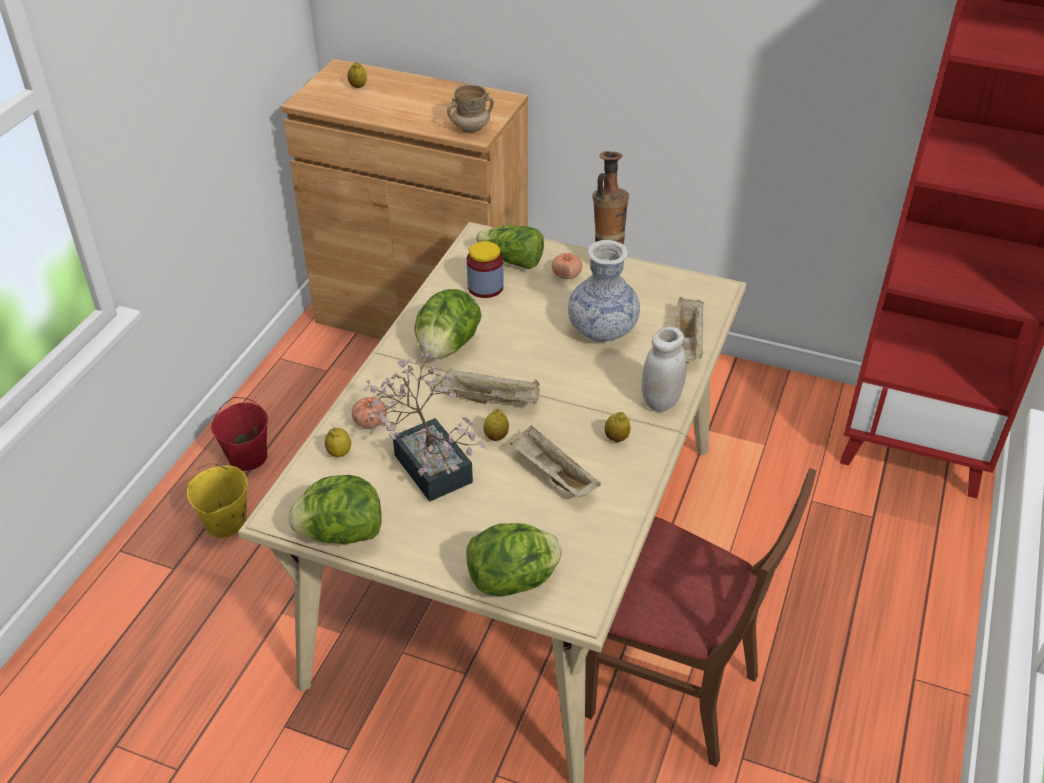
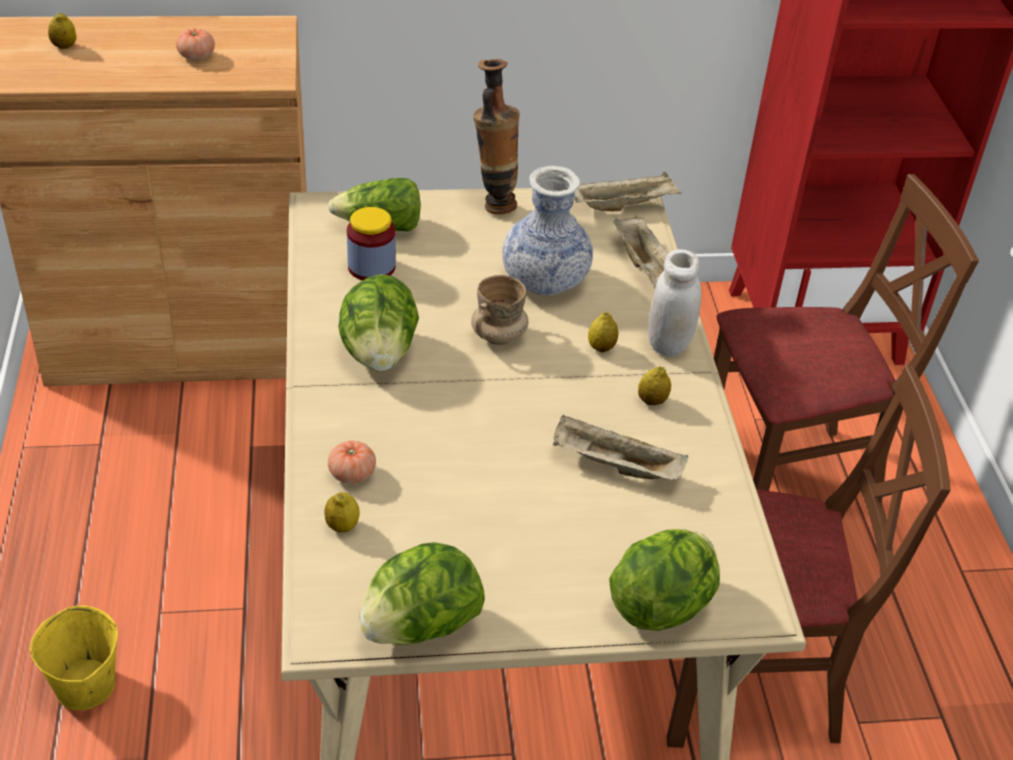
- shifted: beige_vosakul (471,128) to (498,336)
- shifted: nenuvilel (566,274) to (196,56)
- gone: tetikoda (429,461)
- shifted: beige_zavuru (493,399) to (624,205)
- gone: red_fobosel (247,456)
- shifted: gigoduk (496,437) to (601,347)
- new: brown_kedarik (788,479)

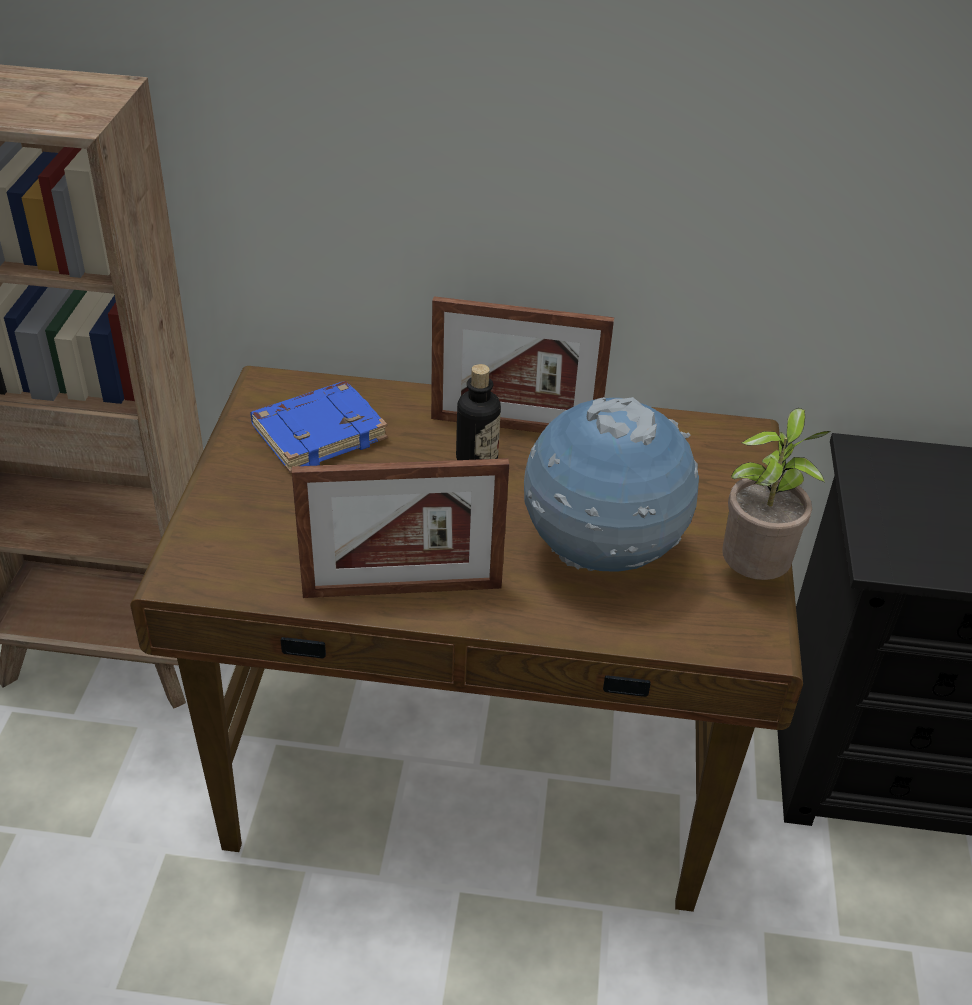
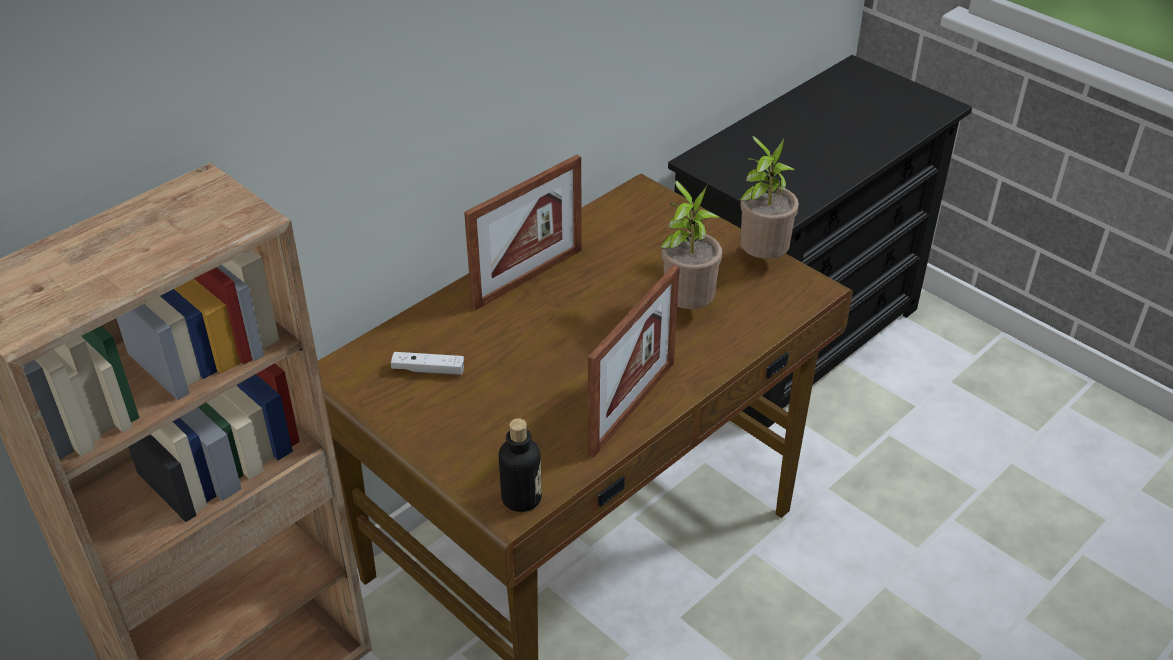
- shifted: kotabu (476,459) to (521,498)
- swapped: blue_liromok (319,432) to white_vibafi (428,370)
- swapped: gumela (600,555) to tetikoda (686,307)

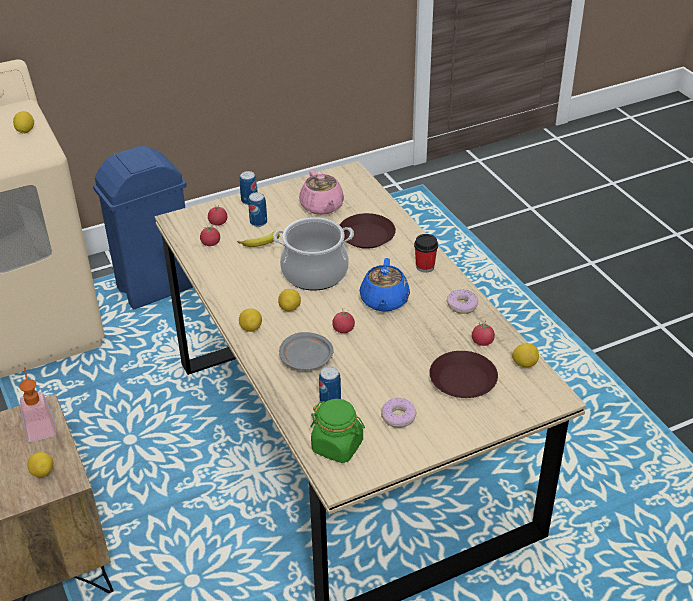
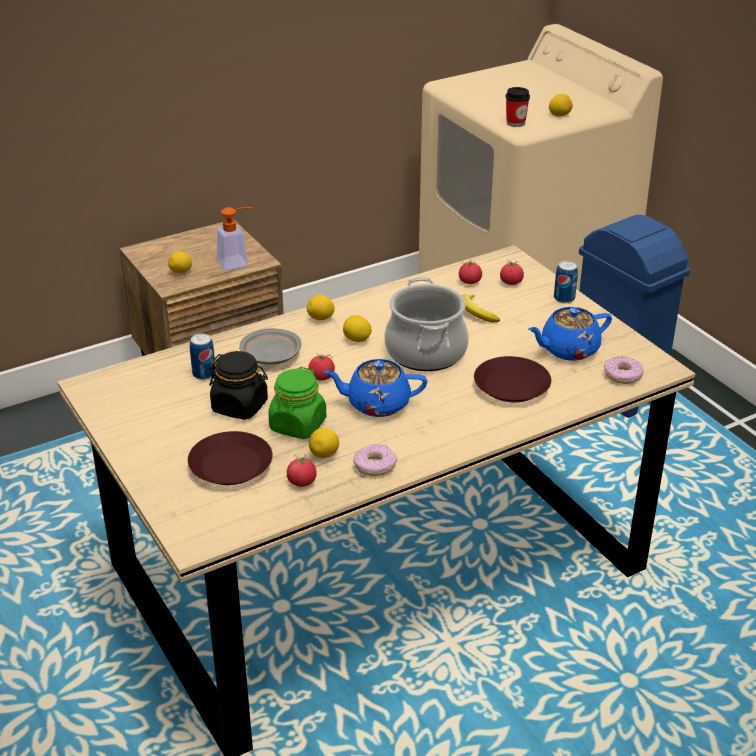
- repainted: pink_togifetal (322,206) to blue_togifetal (568,349)
- gone: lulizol (258,222)
- shifted: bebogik (425,266) to (515,123)
- shifted: gigoduk (524,364) to (324,455)
- shifted: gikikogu (398,417) to (623,375)
- shifted: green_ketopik (337,446) to (298,425)
- new: black_ketopik (240,406)

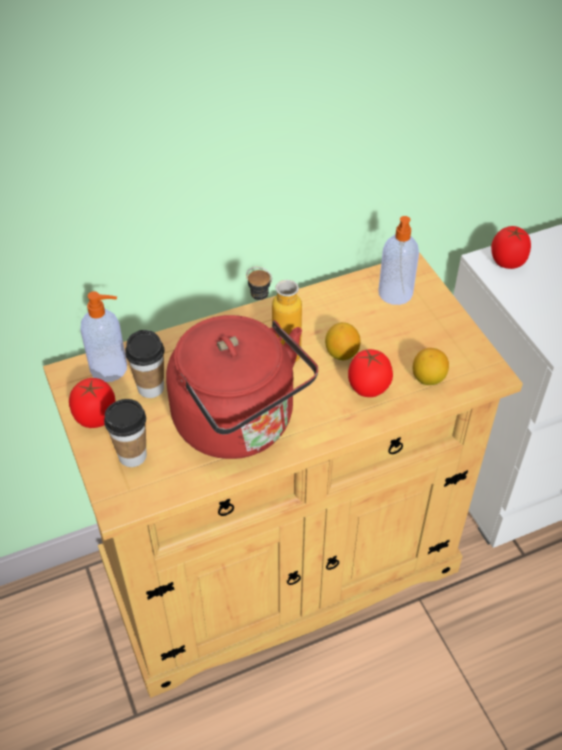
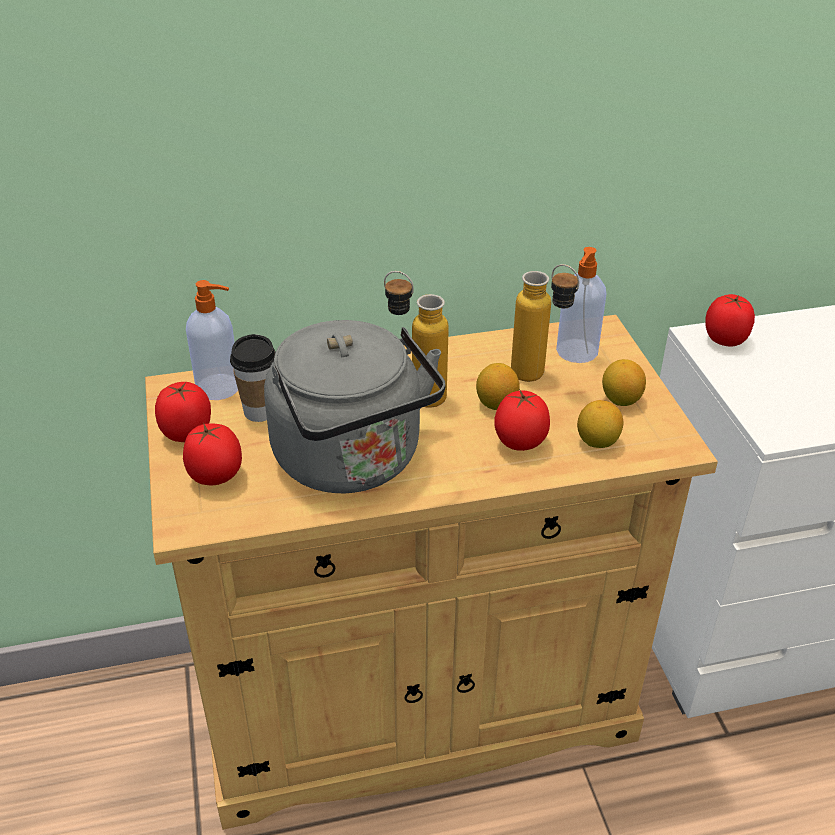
- repainted: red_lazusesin (240,425) to grey_lazusesin (353,462)
- swapped: bebogik (132,456) to nenuvilel (216,477)
- new: kotabu (539,378)
- new: gigoduk (620,400)

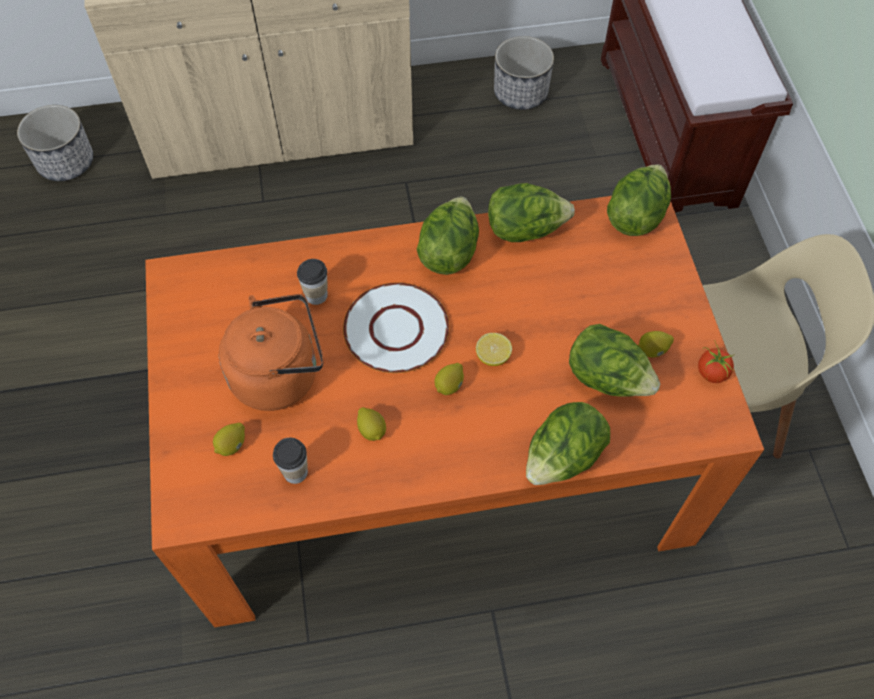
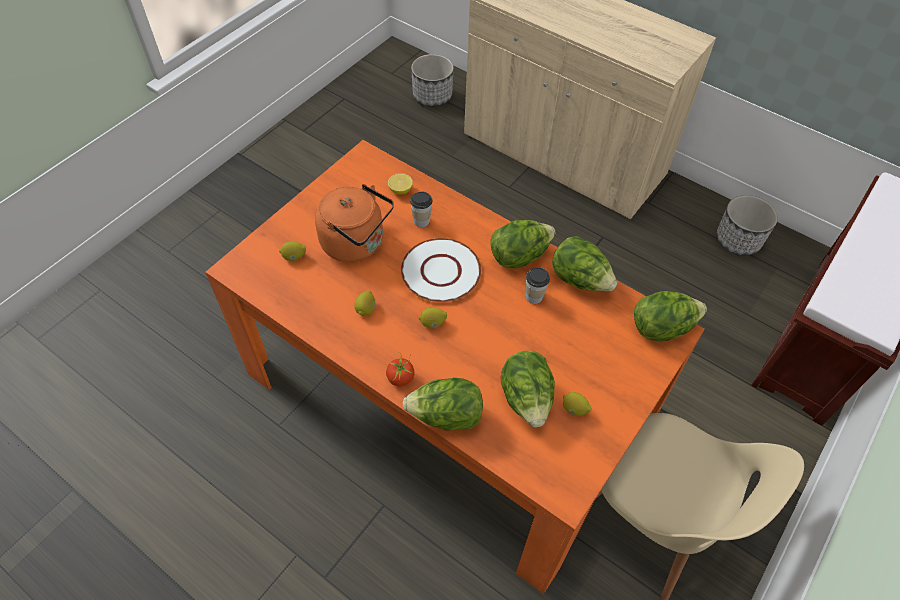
- shifted: gigoduk (493,356) to (400,190)
- shifted: nenuvilel (711,373) to (400,378)
- shifted: bebogik (295,472) to (534,297)

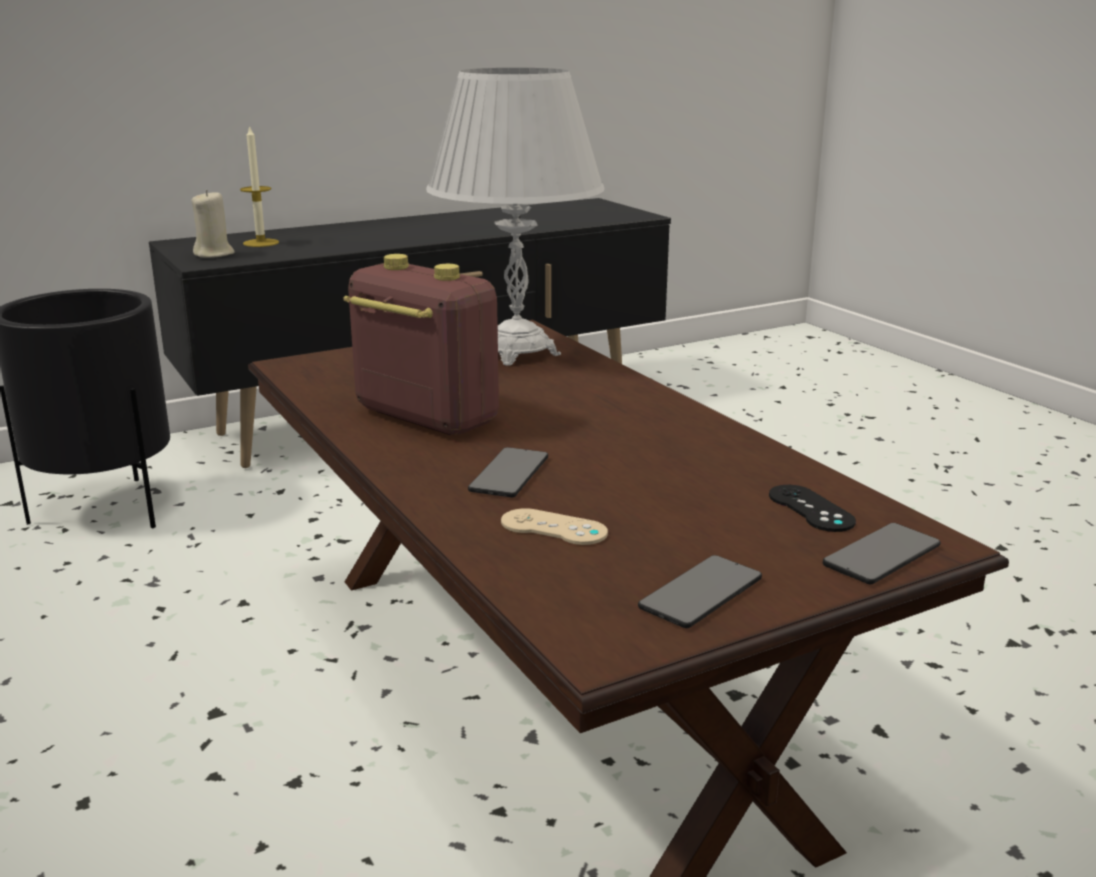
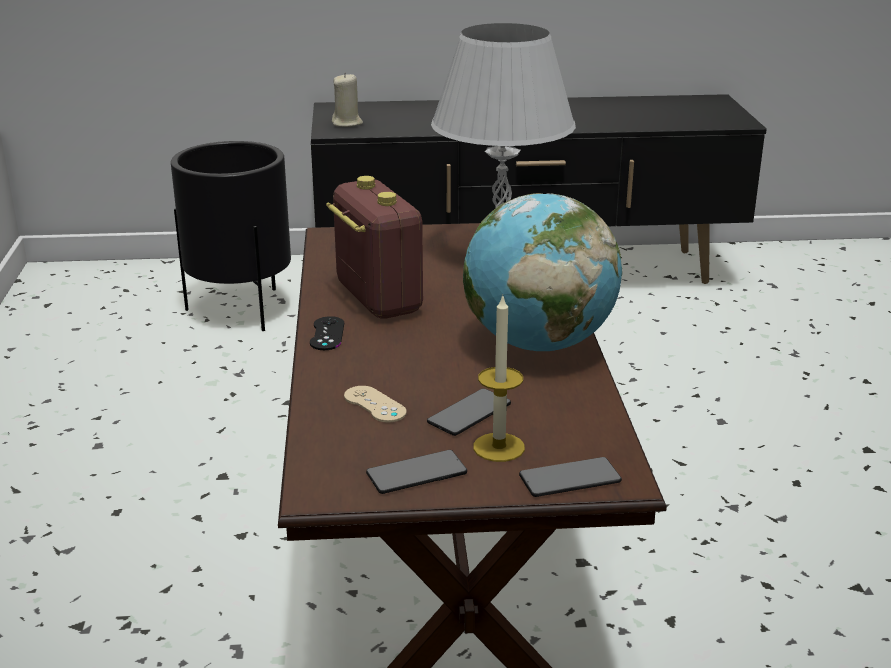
- shifted: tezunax (261,243) to (499,447)
- shifted: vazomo (509,474) to (469,414)
- shifted: black_vibafi (810,509) to (327,334)
- new: gumela (538,344)

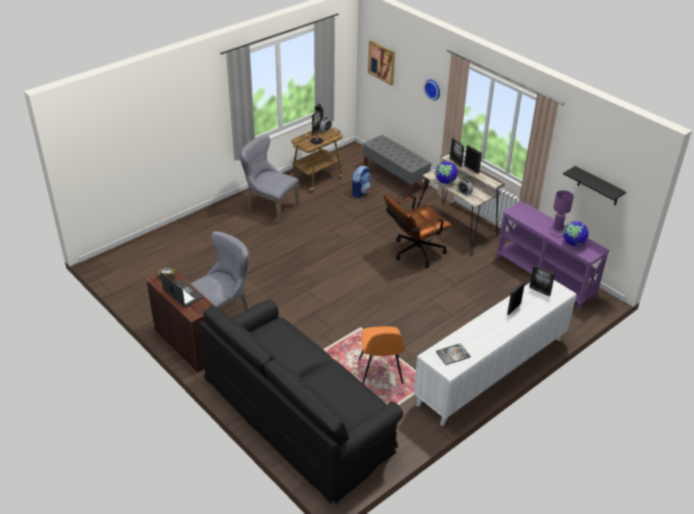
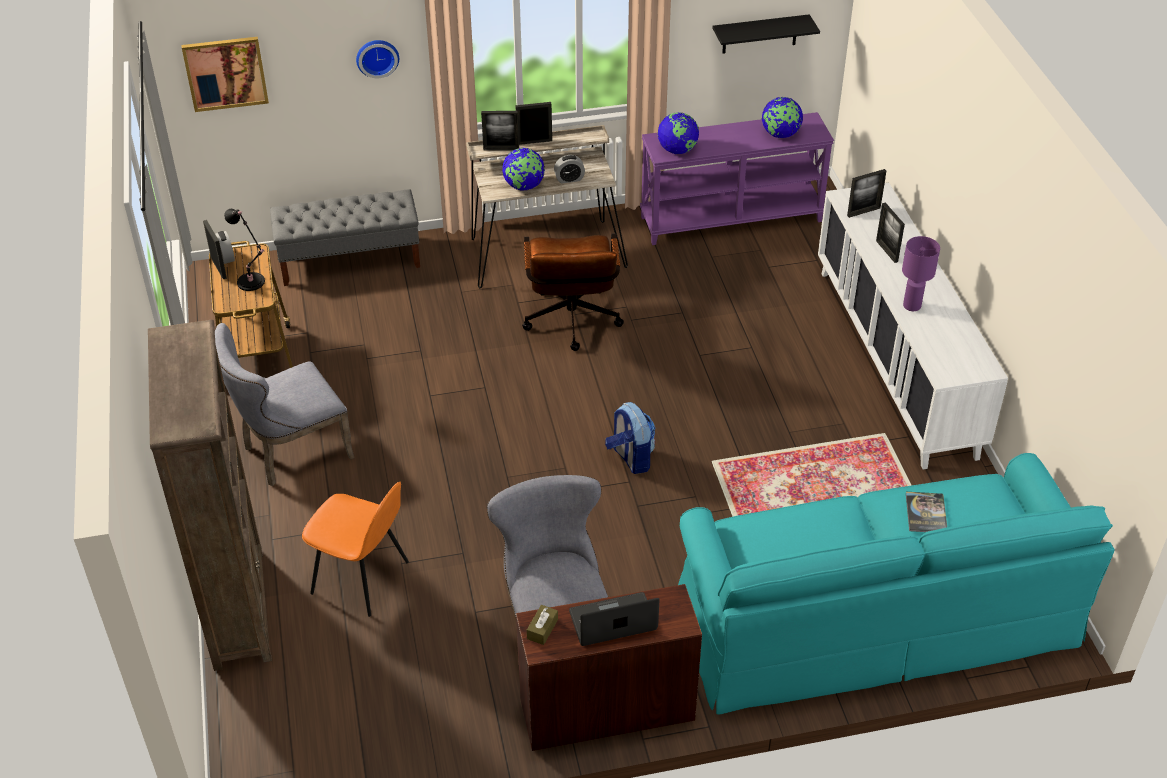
- shifted: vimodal (360,192) to (630,458)
- shifted: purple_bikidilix (557,227) to (912,306)
- repainted: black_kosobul (299,415) to turquoise_kosobul (873,616)
- shifted: orange_kedarik (380,372) to (362,579)
- shifted: liromok (452,354) to (926,513)
- new: gumela (677,150)
- new: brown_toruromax (239,608)

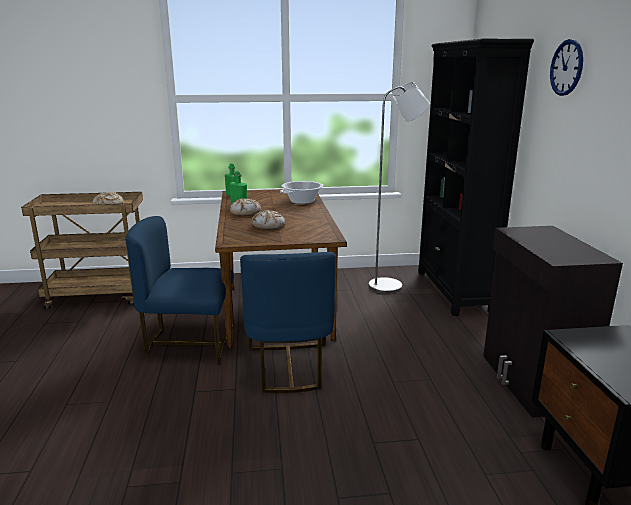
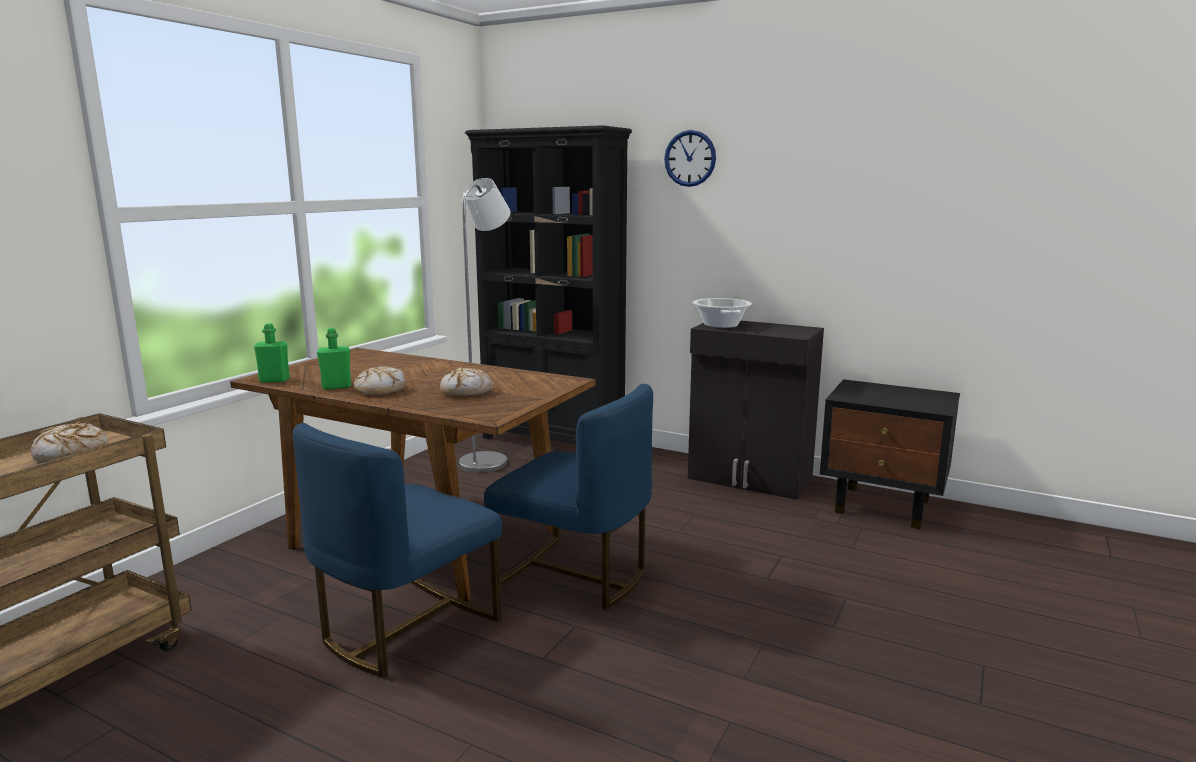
- shifted: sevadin (302,201) to (720,325)

